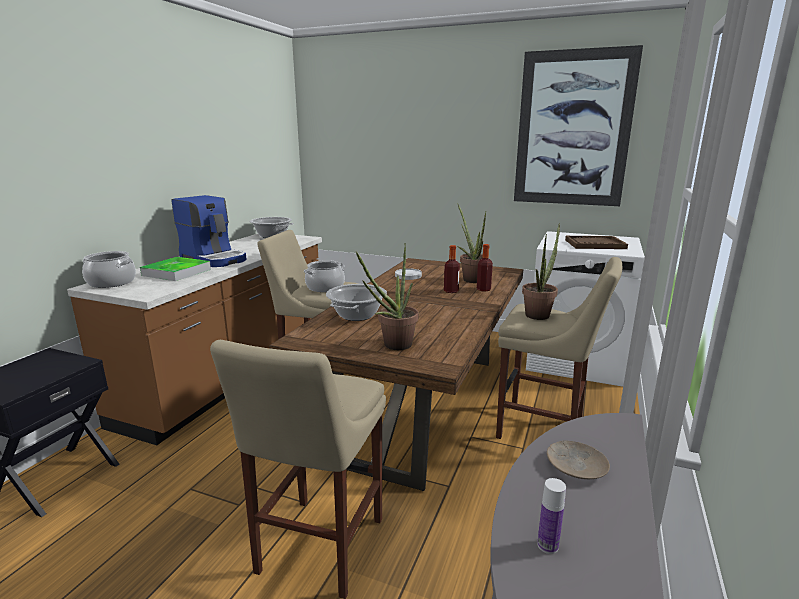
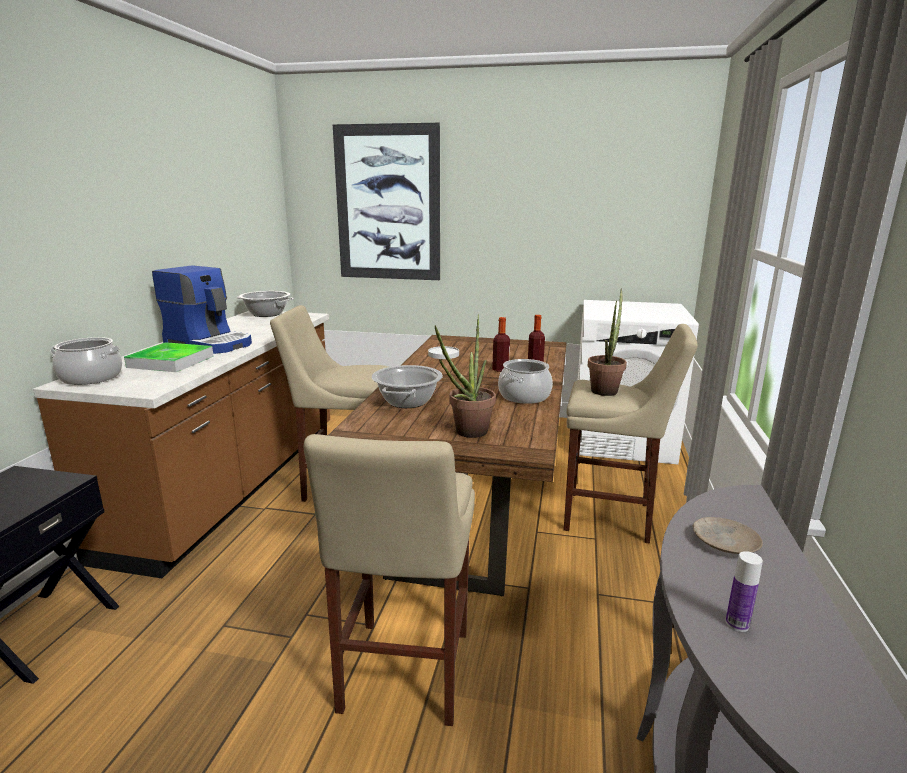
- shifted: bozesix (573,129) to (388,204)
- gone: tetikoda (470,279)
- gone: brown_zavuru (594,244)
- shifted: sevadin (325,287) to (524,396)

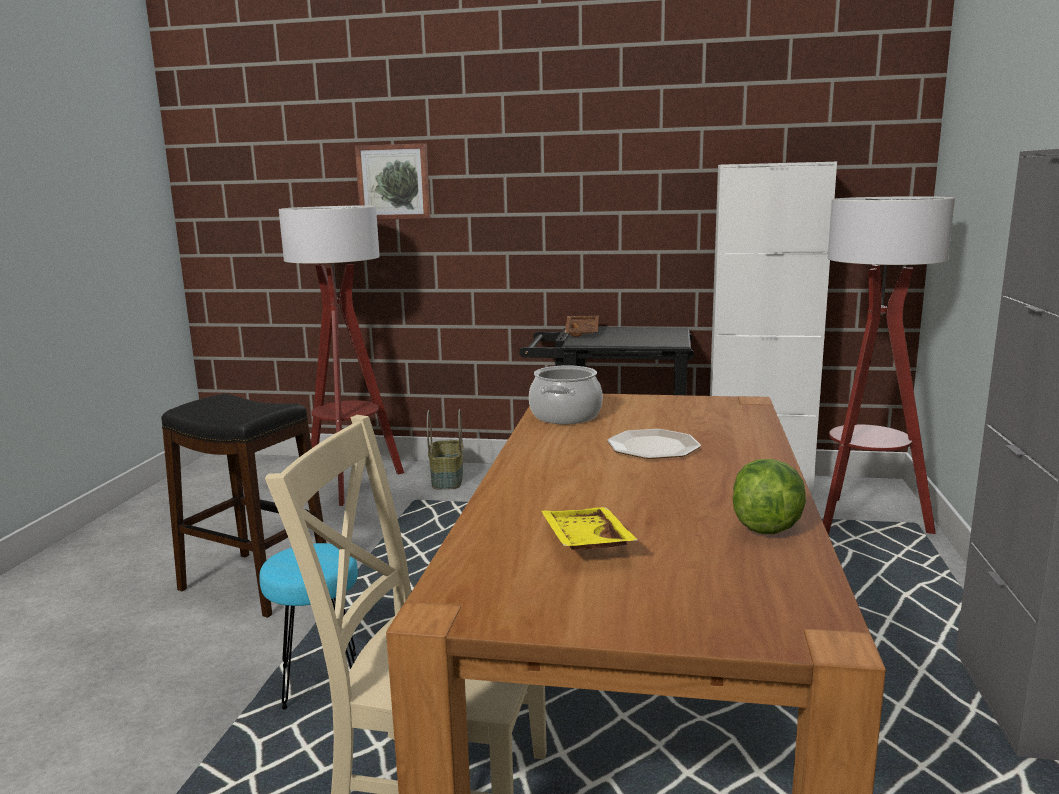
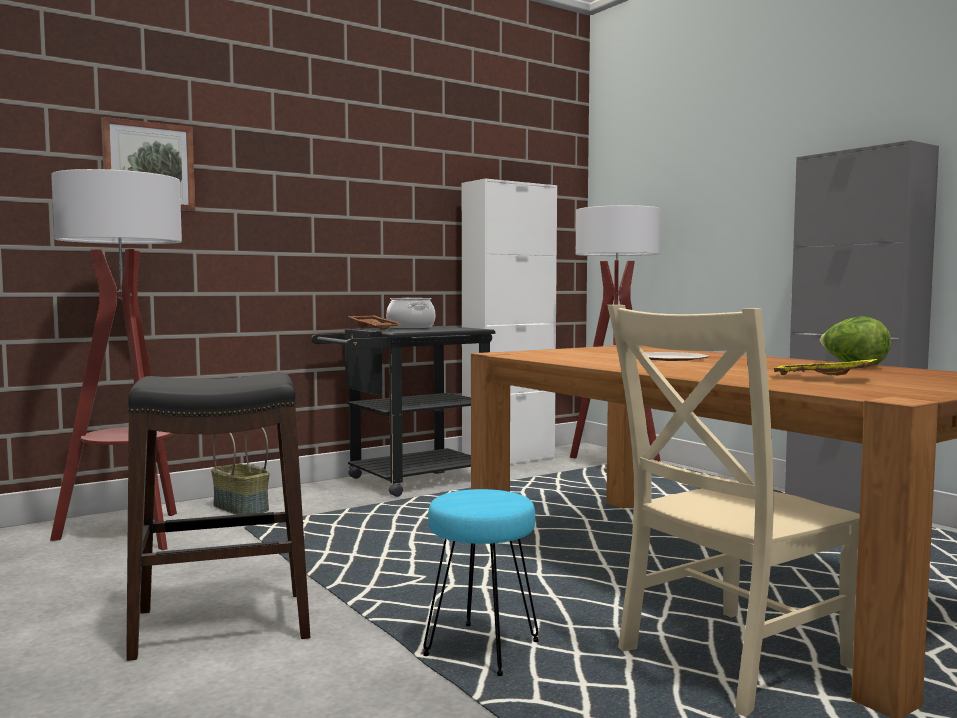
- shifted: sevadin (565,416) to (410,328)

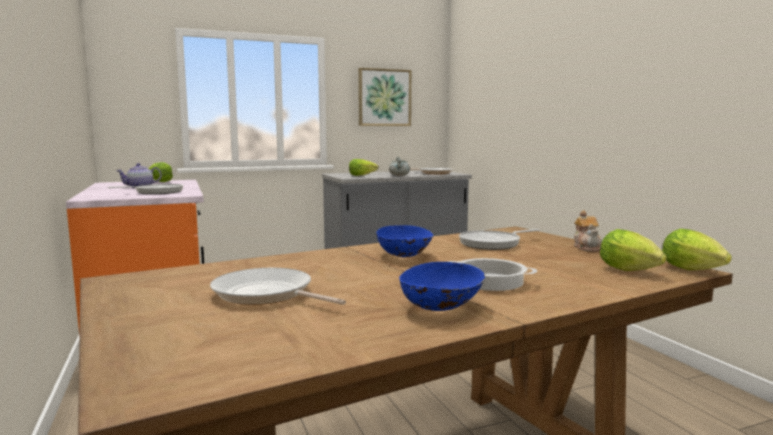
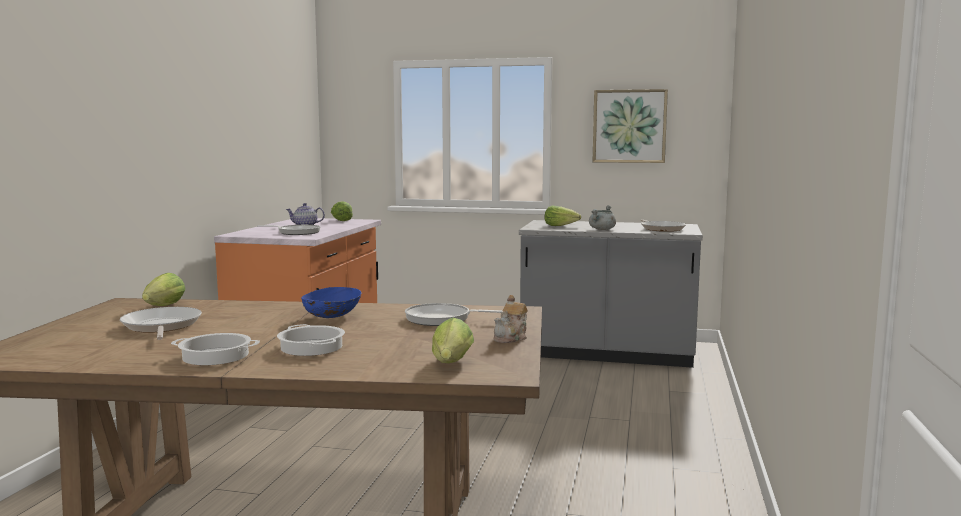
- shifted: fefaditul (695,271) to (163,307)
- swapped: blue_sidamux (441,308) to sevadin (215,356)

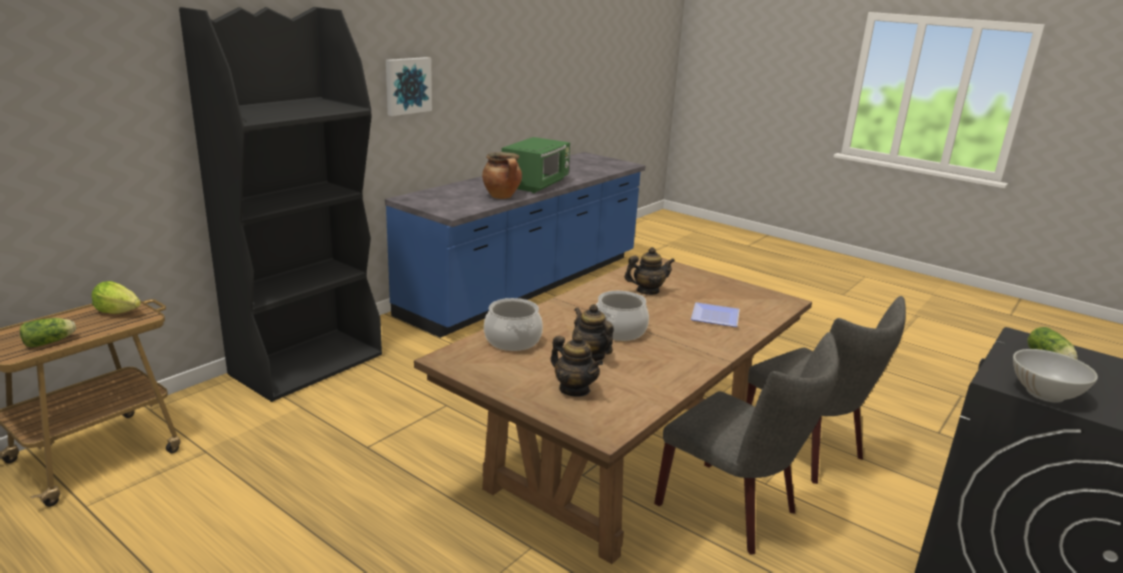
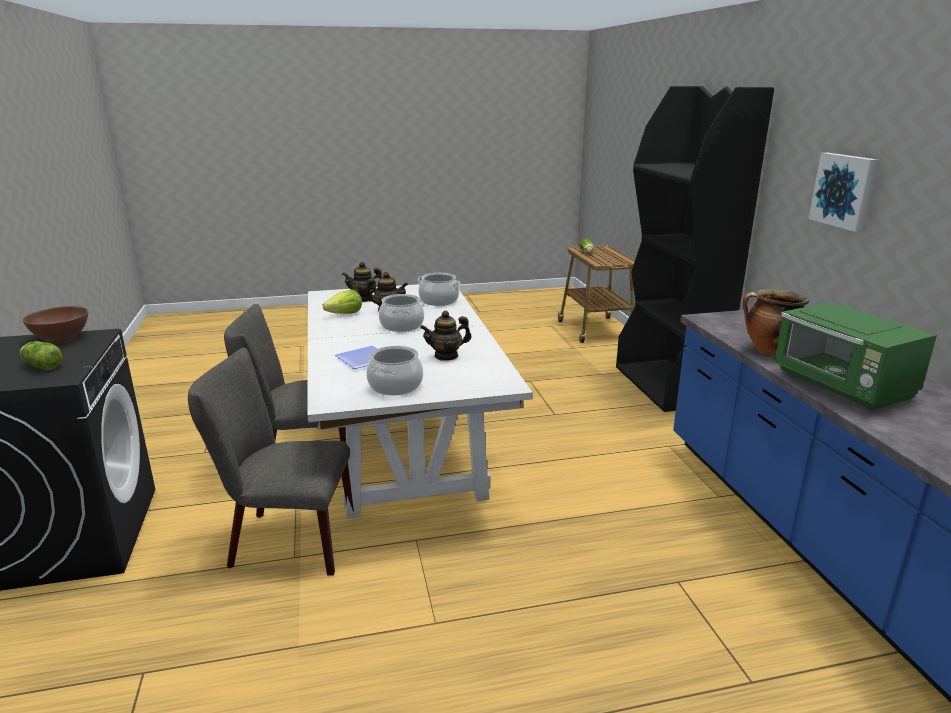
- rotated: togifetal (647,291) = (446,356) 45 degrees clockwise
- repainted: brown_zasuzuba (623,460) to white_zasuzuba (404,449)
- shifted: fefaditul (118,312) to (345,314)
- repainted: white_sidamux (1045,394) to brown_sidamux (61,338)
- new: sevadin (396,386)

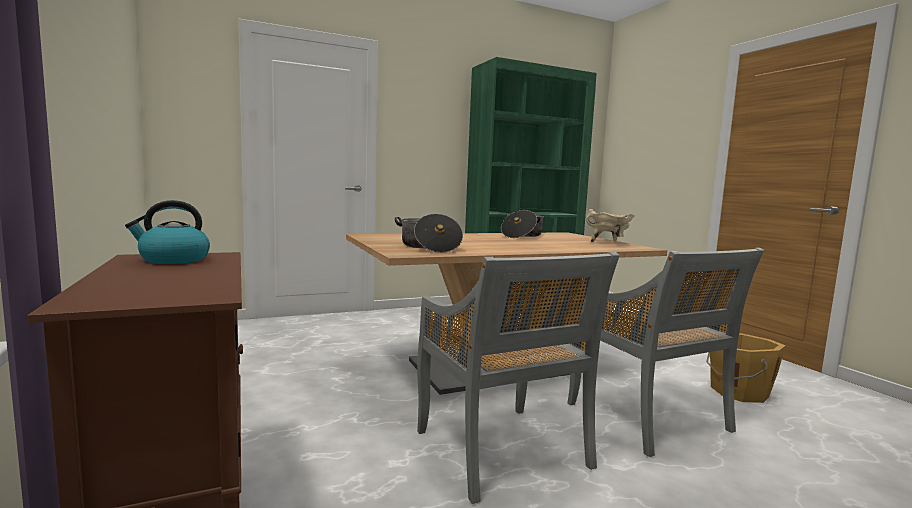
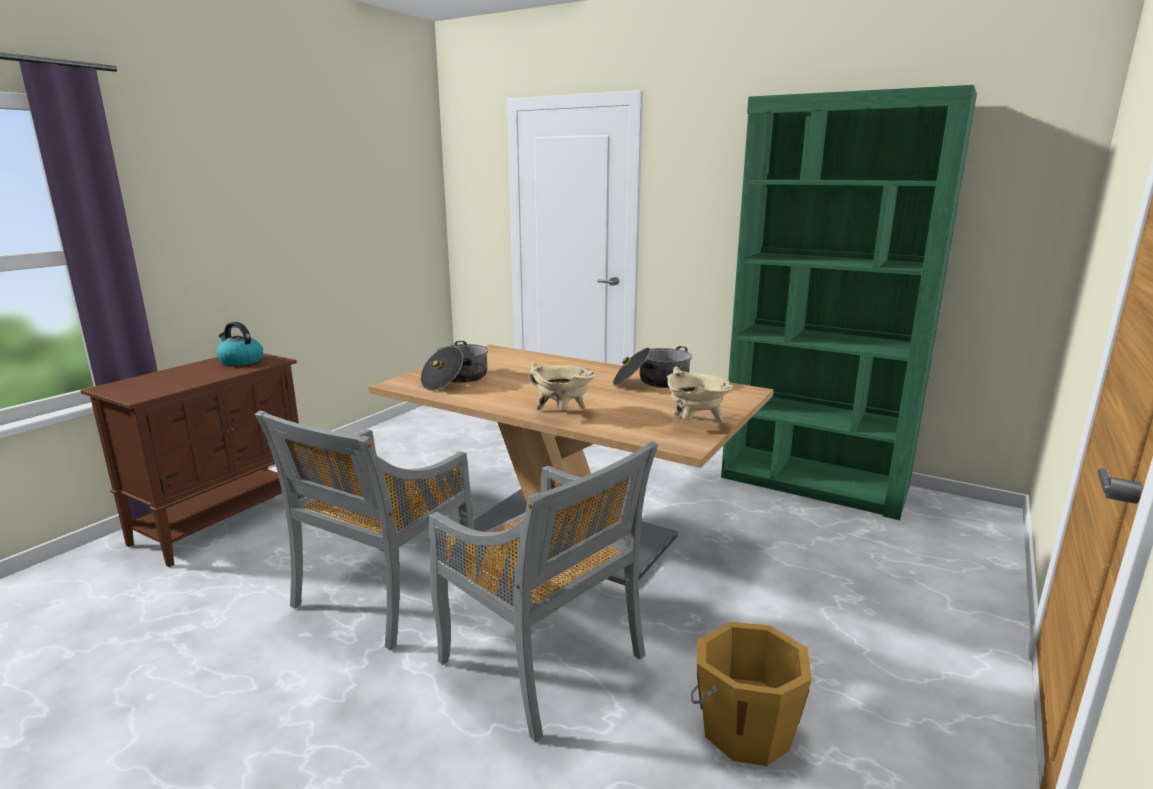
- rotated: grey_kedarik (649,419) = (544,661) 75 degrees counterclockwise
- new: beige_sevadin (562,413)

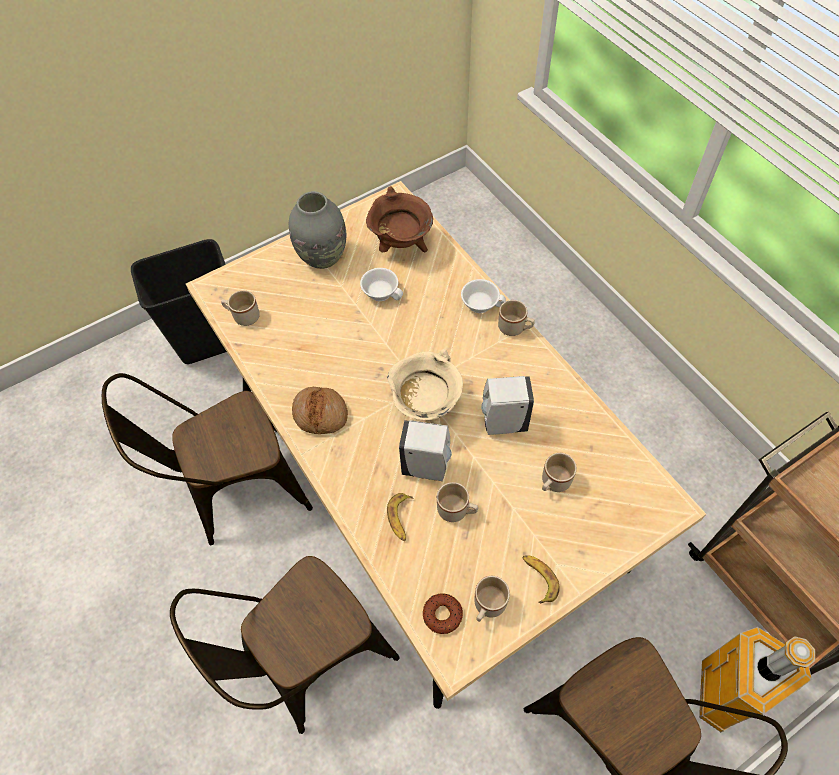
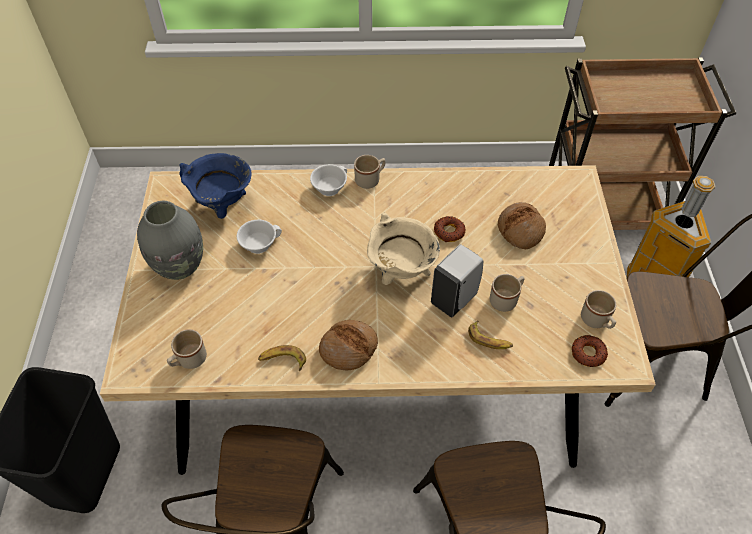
- repainted: brown_sevadin (401,246) to blue_sevadin (223,206)
- swapped: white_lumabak (502,423) to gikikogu (449,232)
- swapped: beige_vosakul (553,483) to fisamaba (520,230)
- shifted: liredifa (538,579) to (282,360)

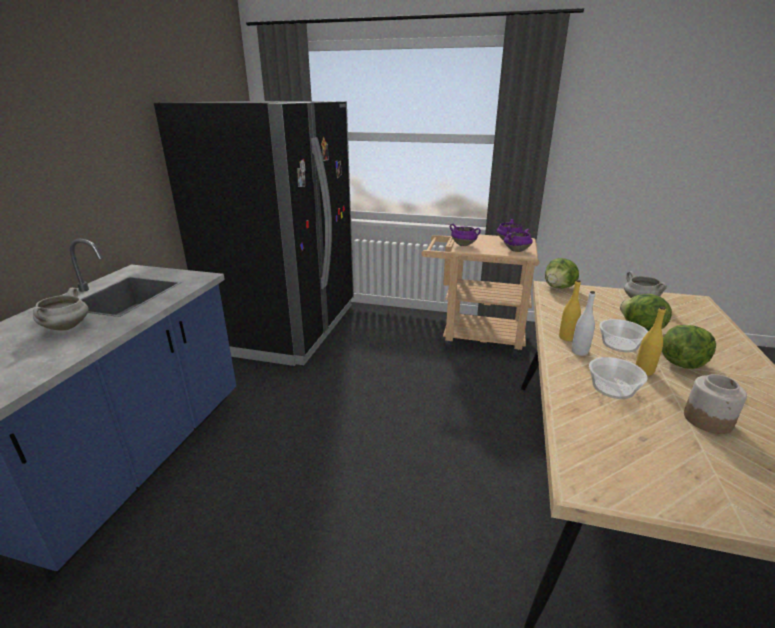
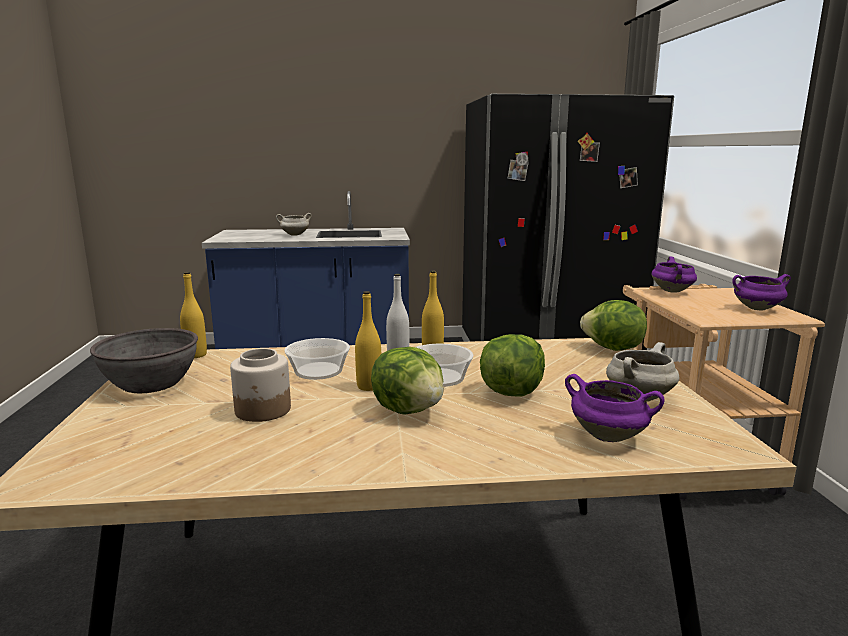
- shifted: purple_sevadin (516,250) to (609,436)
- new: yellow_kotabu (196,355)
- new: grey_sidamux (151,383)

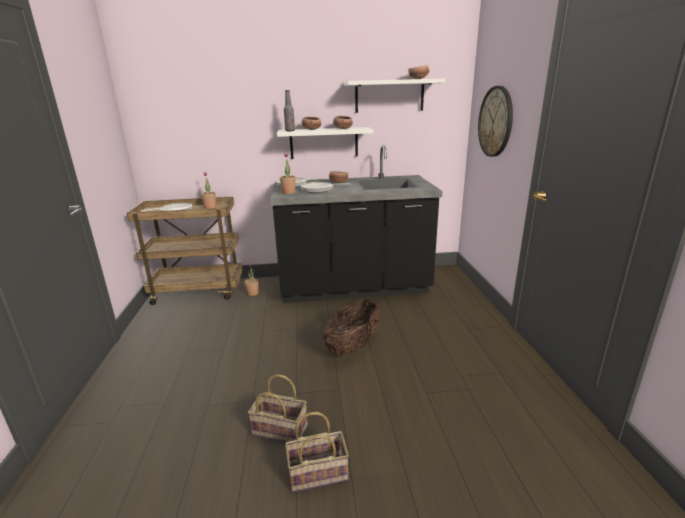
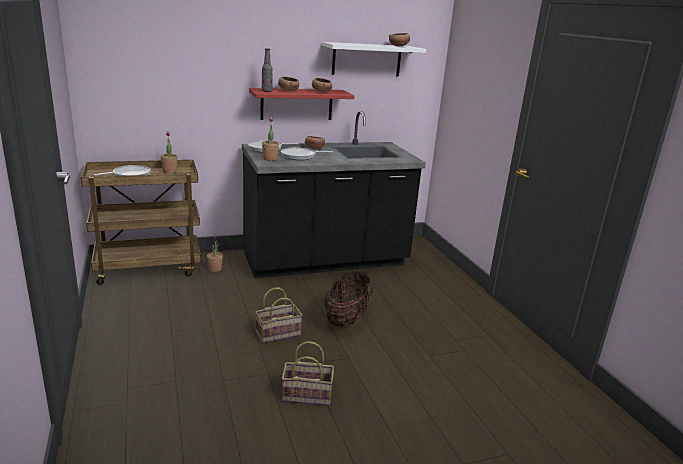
- gone: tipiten (495,122)
- repainted: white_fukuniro (324,143) to red_fukuniro (296,104)
- shifted: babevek (319,472) to (278,333)

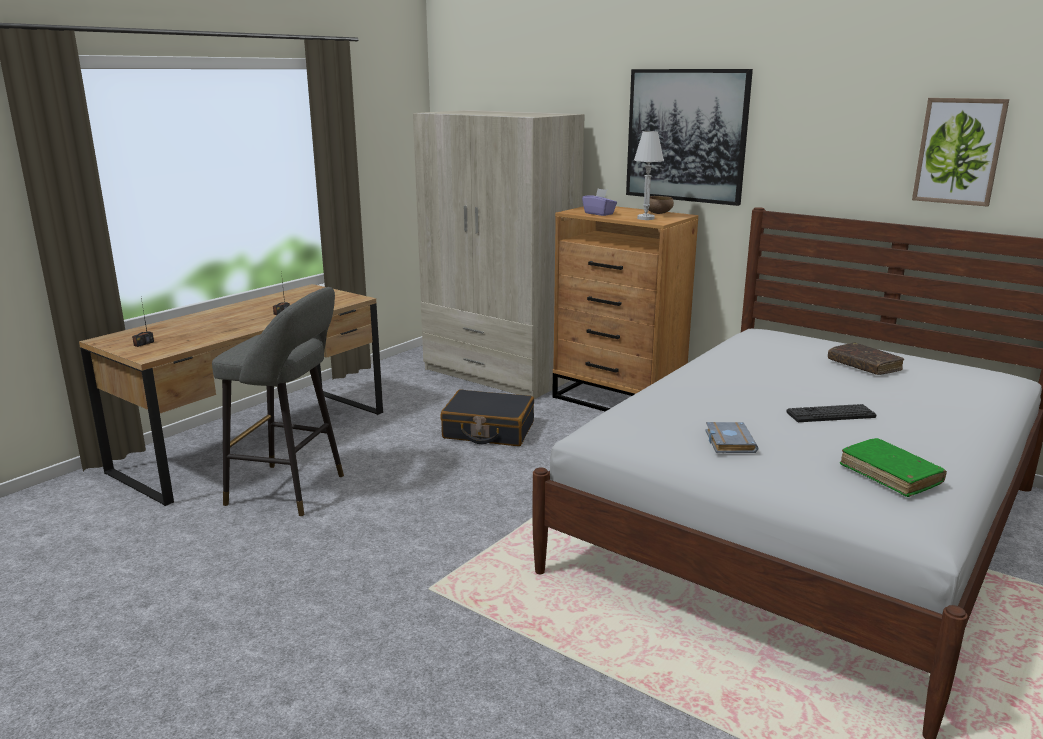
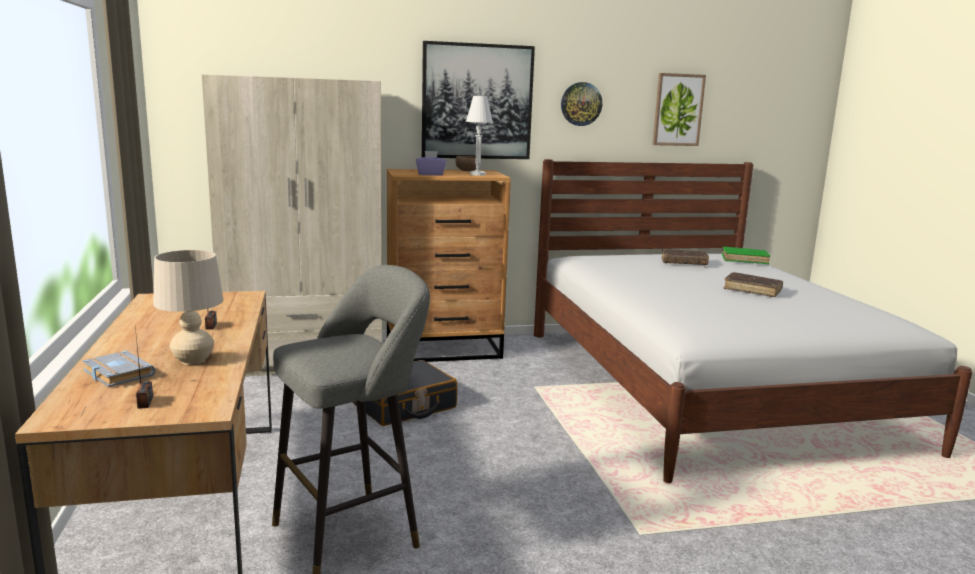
- swapped: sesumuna (830,414) to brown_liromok (752,290)
- shifted: grey_liromok (728,441) to (116,374)
- shifted: green_liromok (890,475) to (744,260)
- new: tipiten (581,104)
- new: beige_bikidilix (193,360)

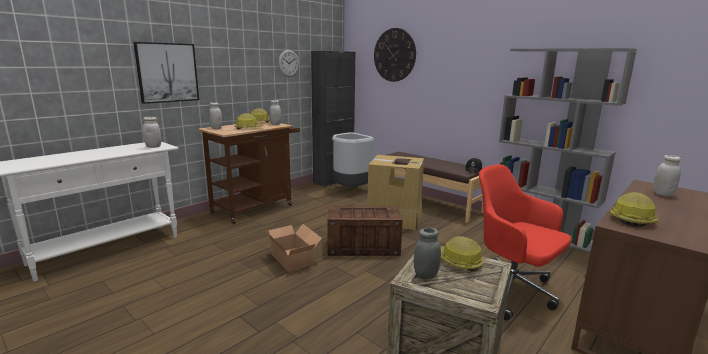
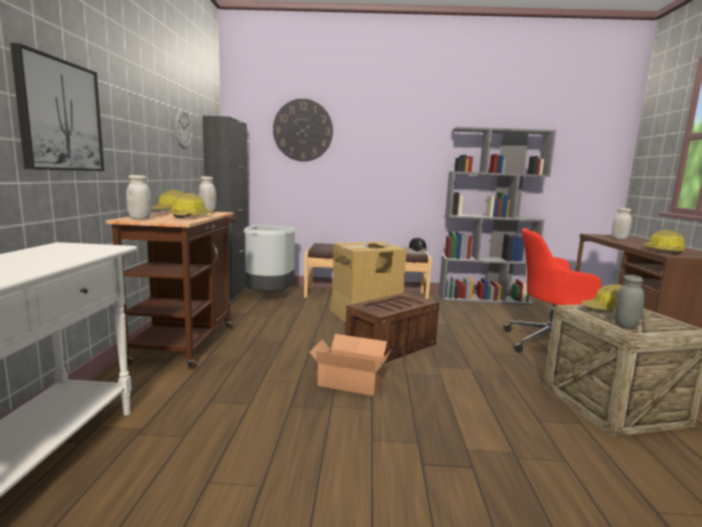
- gone: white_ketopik (153,146)

